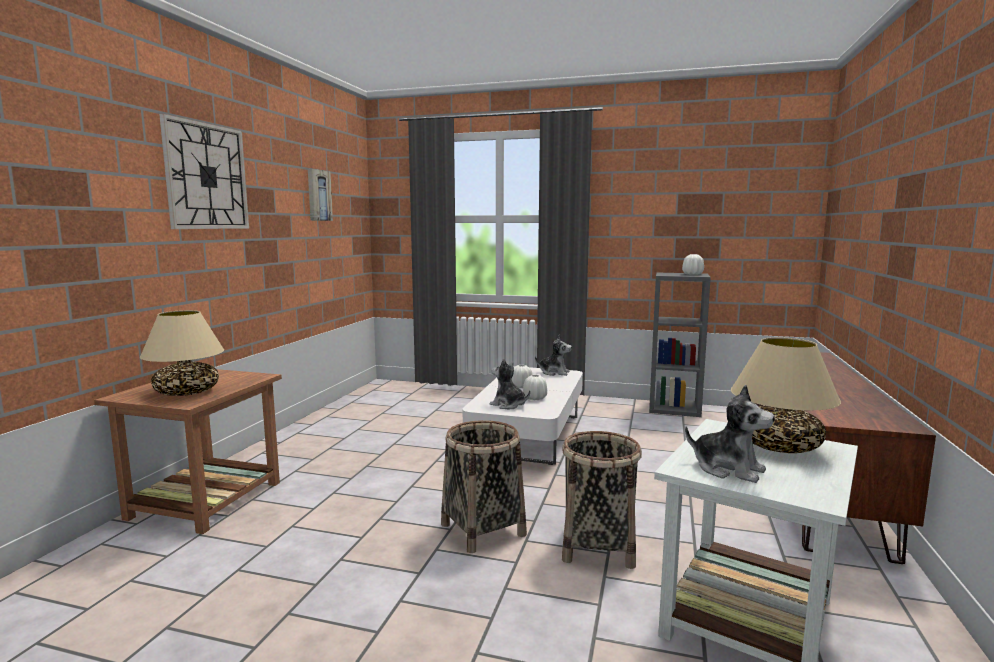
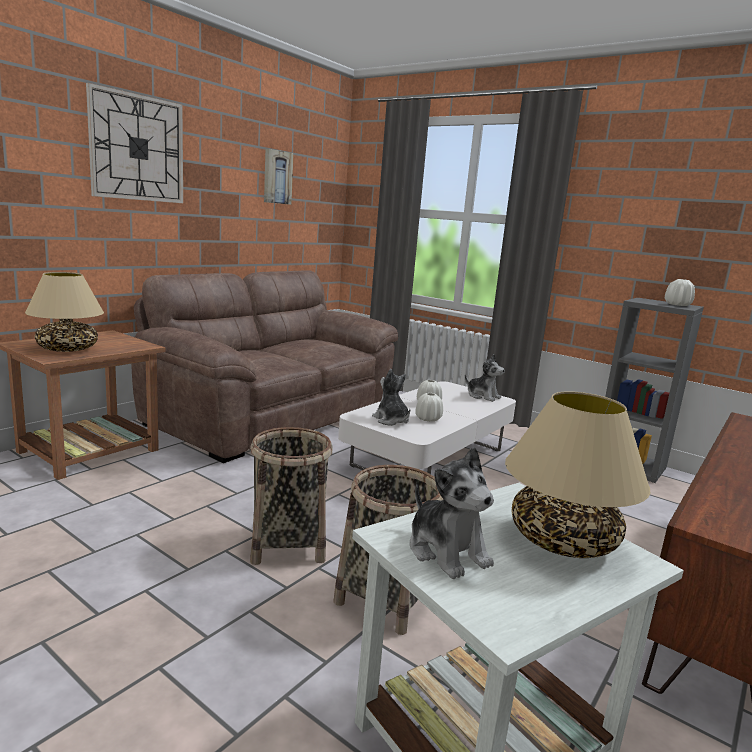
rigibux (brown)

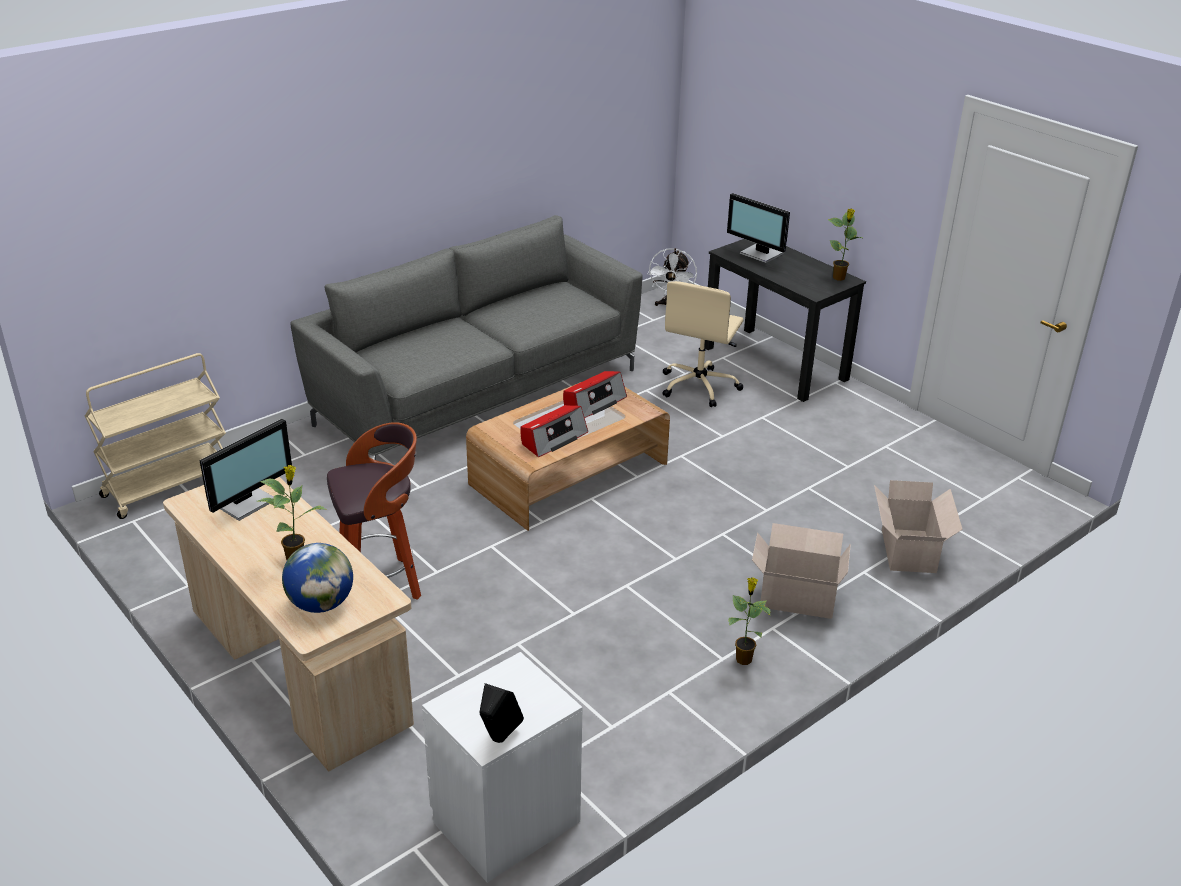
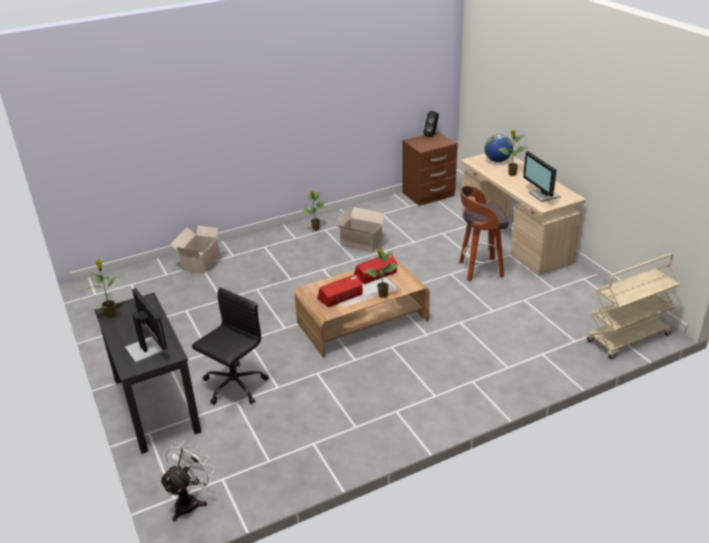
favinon (no. 2 from left)
rigibux (grey)
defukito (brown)
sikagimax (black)
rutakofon (no. 2 from left)
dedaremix (no. 3 from left)

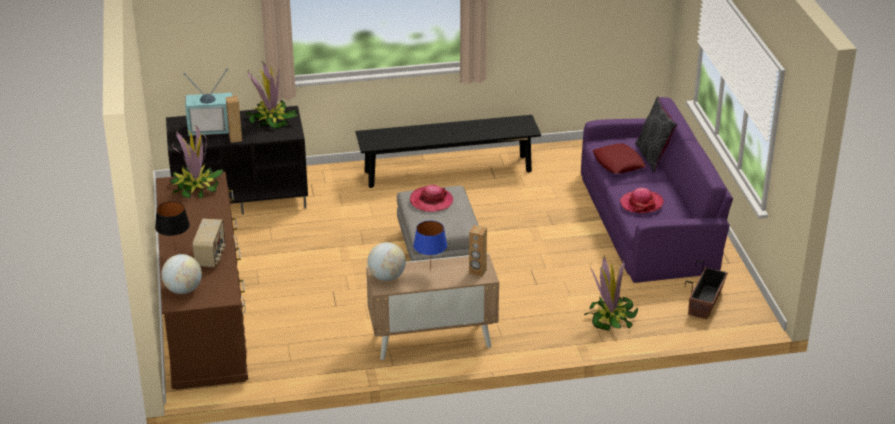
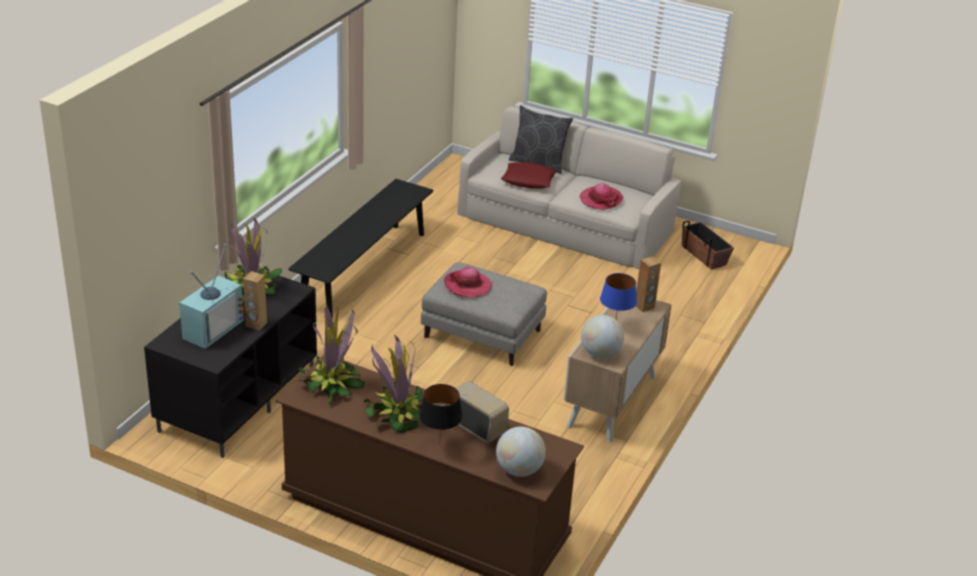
rigibux (beige)
dedaremix (no. 3 from left)

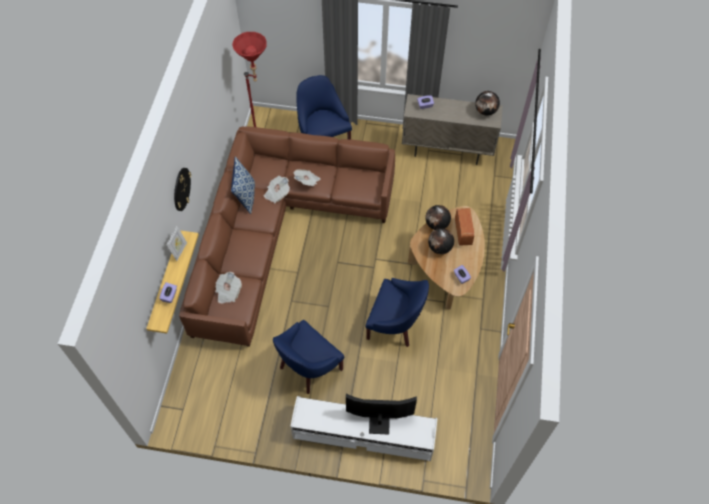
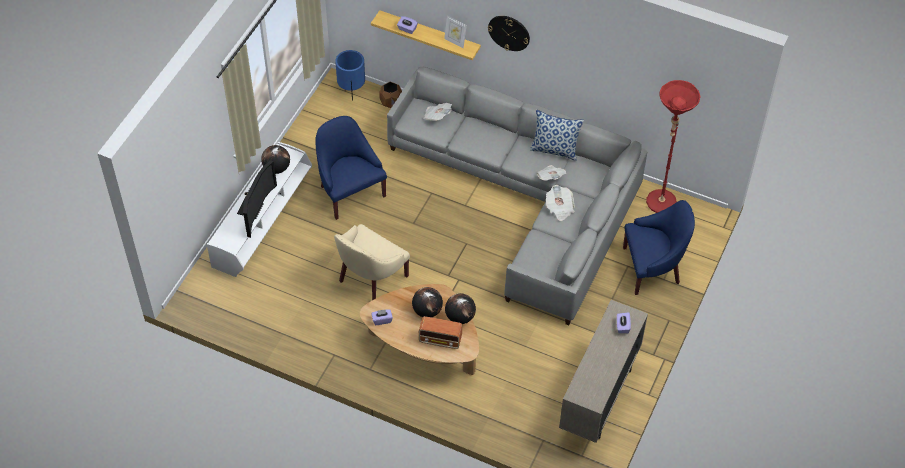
rigibux (grey)
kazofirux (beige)
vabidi (no. 1 from left)
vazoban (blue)
vazoban (brown)

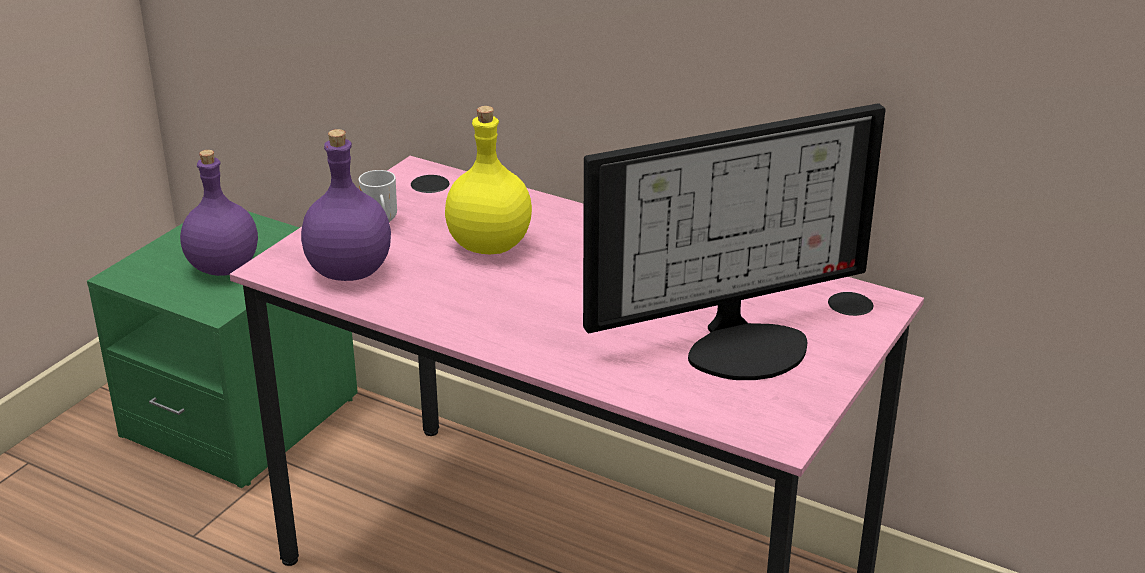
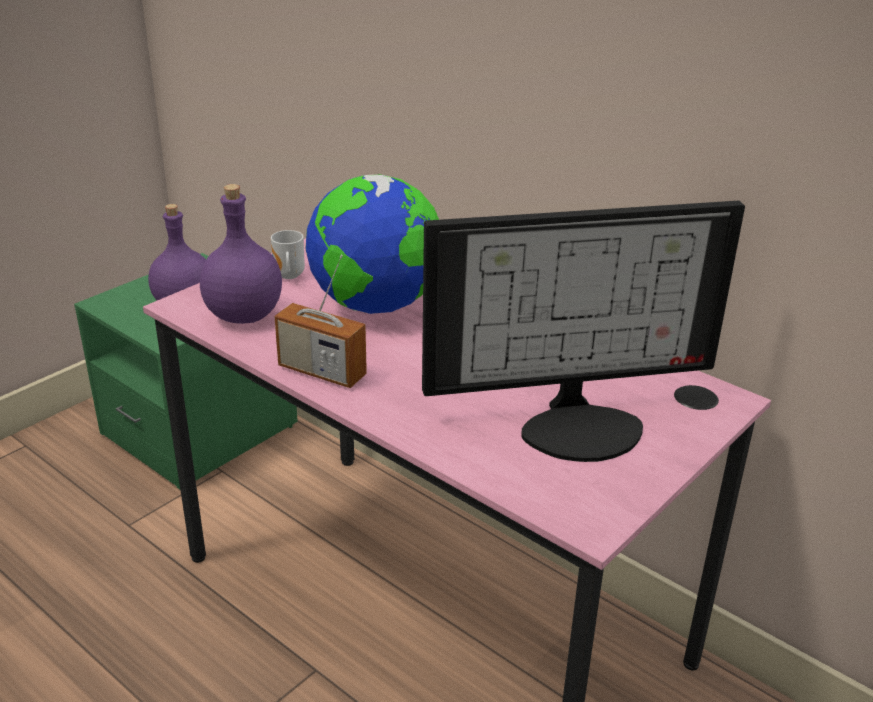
vabidi
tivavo

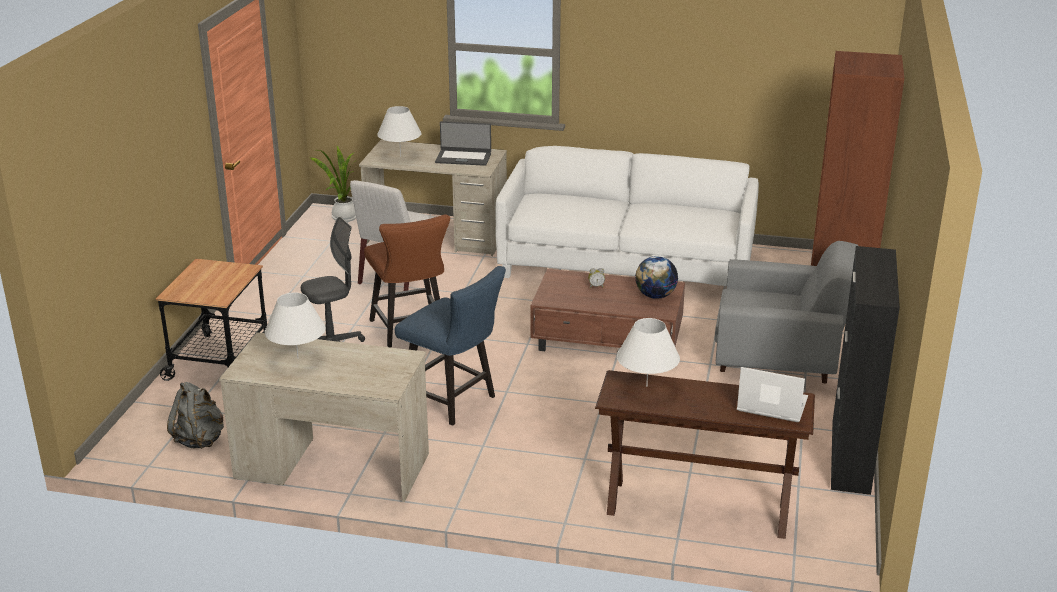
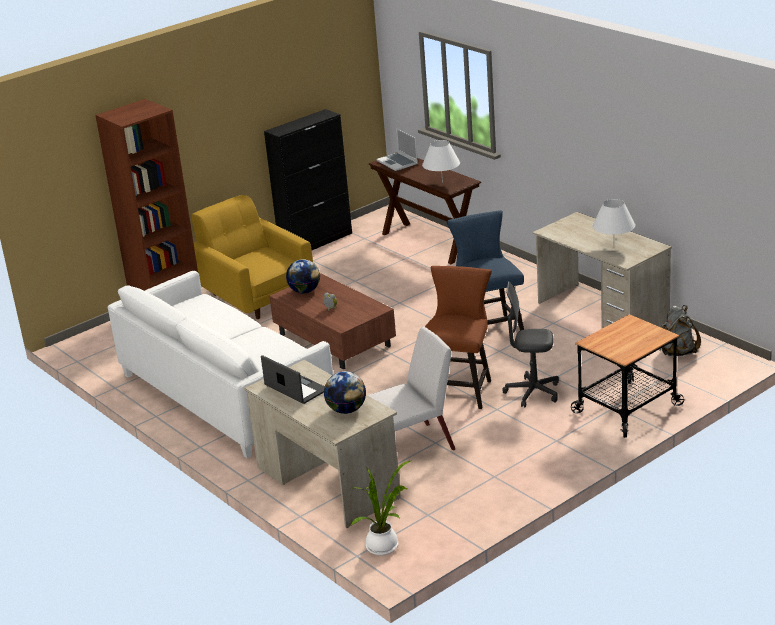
vabidi (no. 2 from left)
kazofirux (yellow)

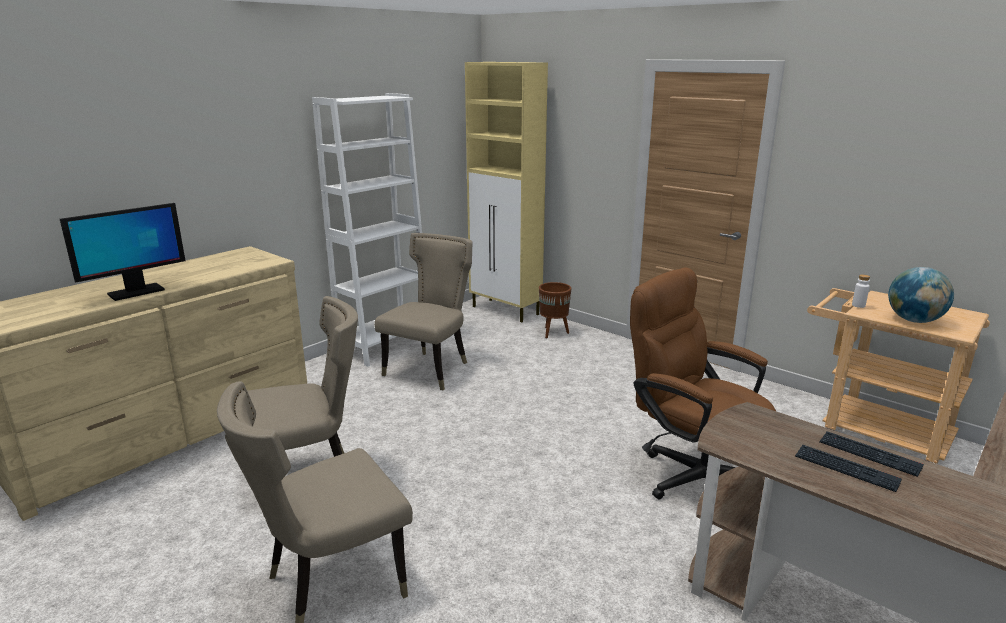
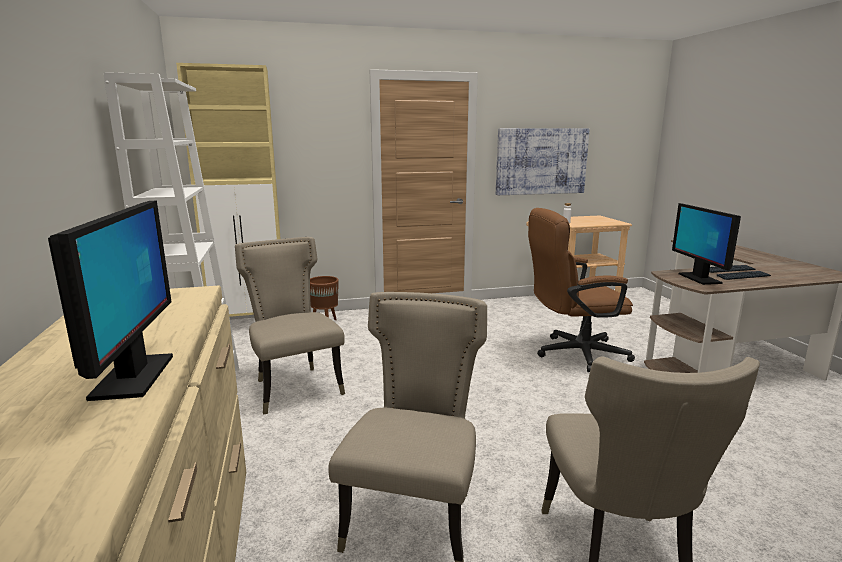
vabidi
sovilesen
favinon (no. 2 from left)

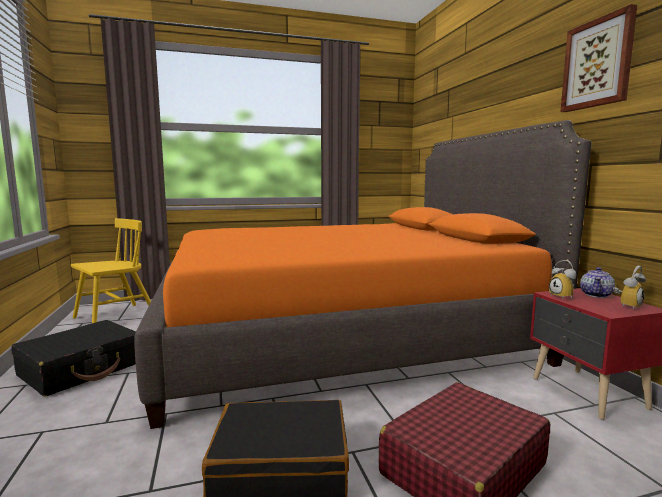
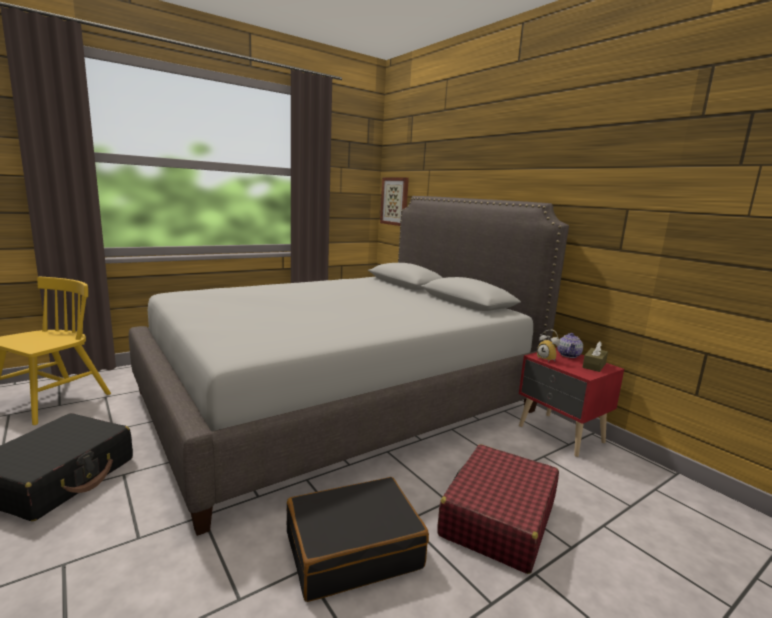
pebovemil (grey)
sovilesen
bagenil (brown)

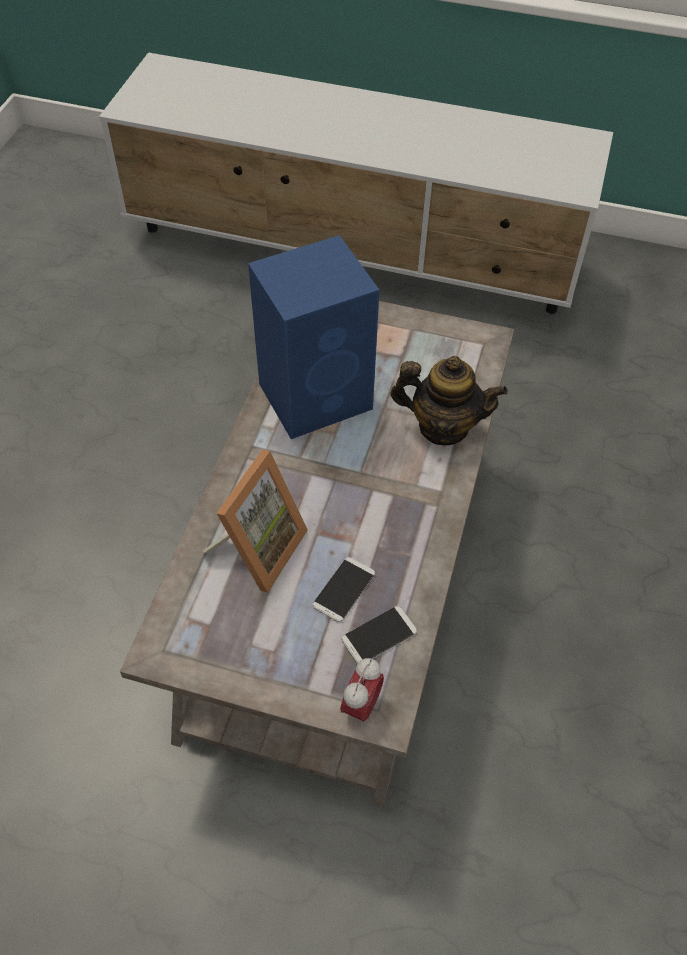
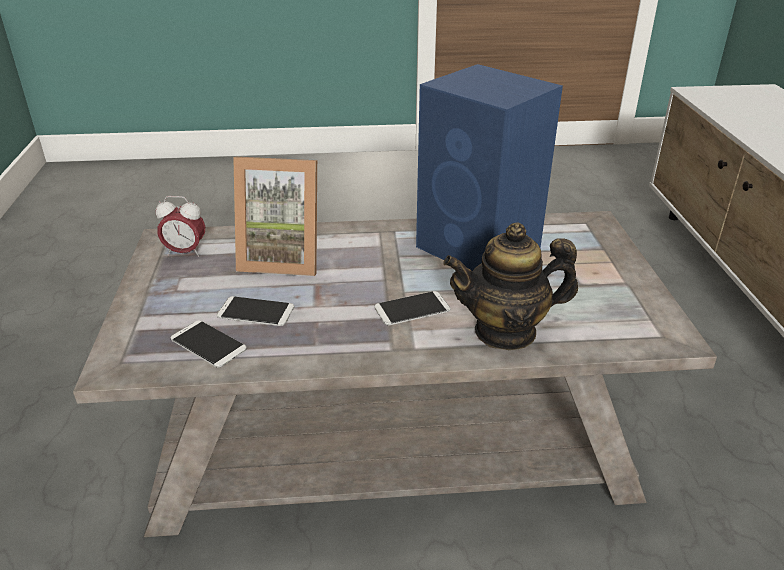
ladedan
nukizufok
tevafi (no. 3 from left)

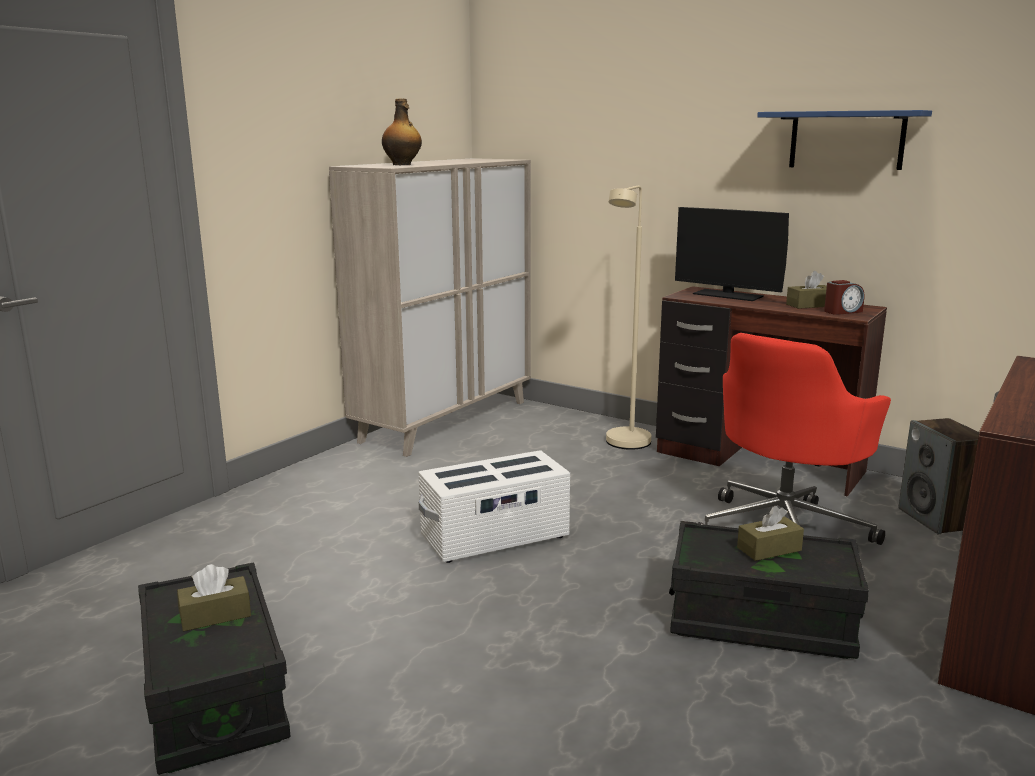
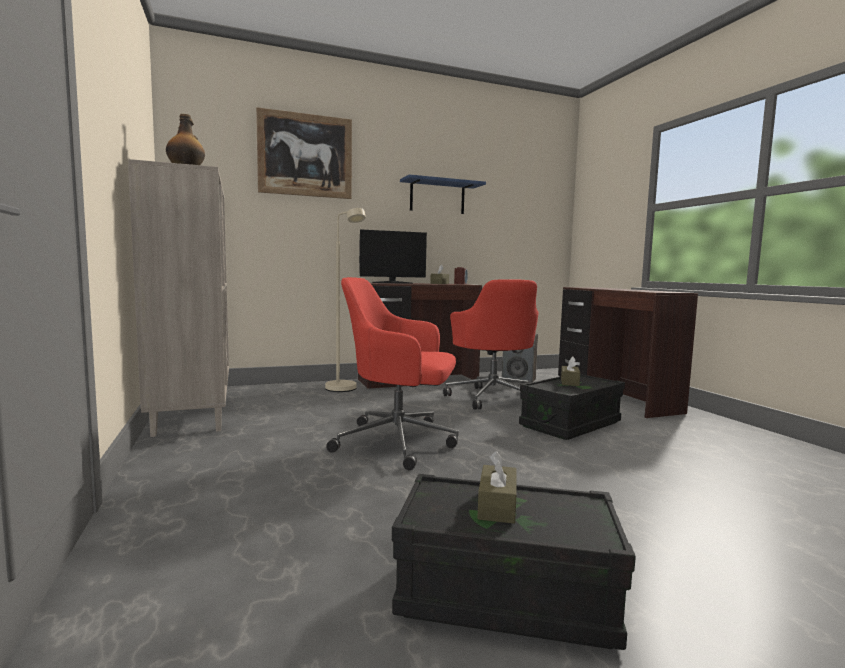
sikagimax (red) (no. 1 from left)
sovilesen

